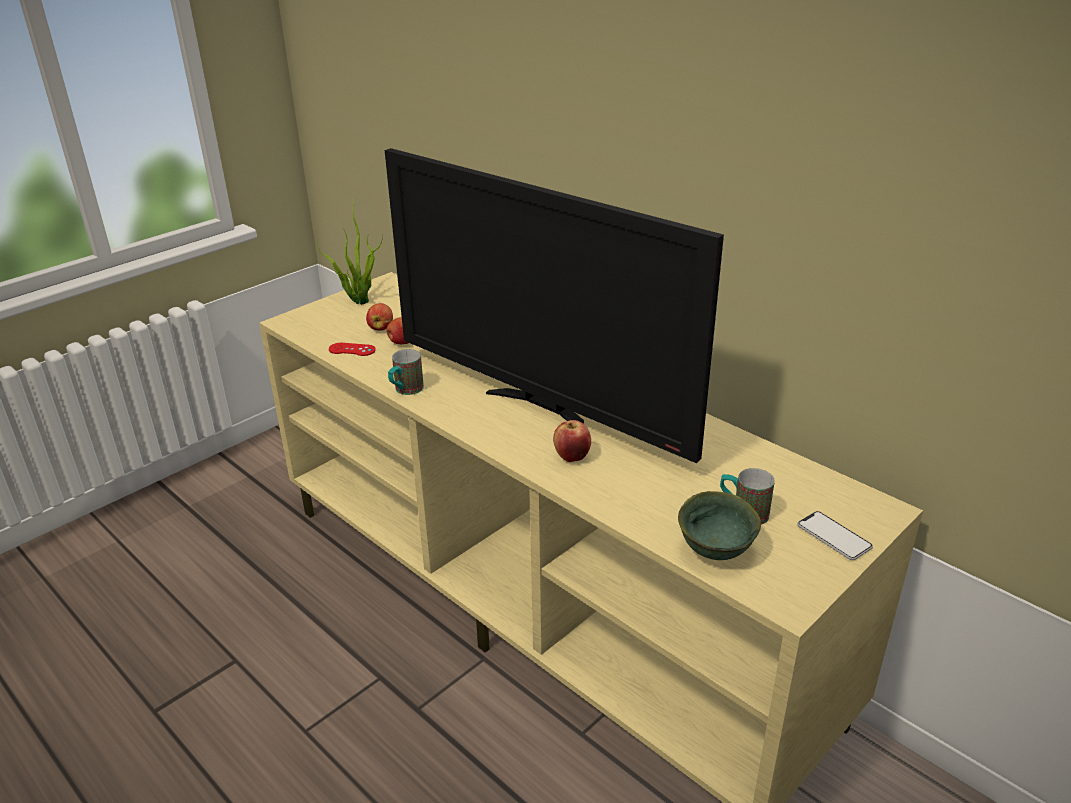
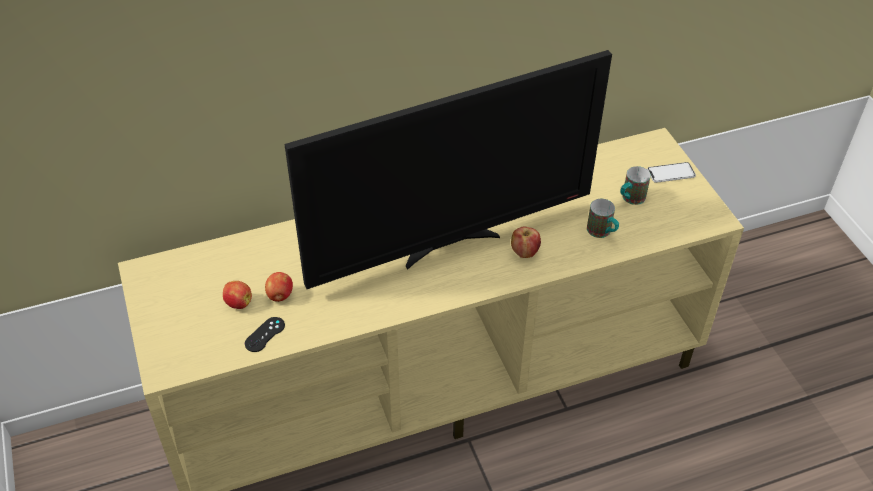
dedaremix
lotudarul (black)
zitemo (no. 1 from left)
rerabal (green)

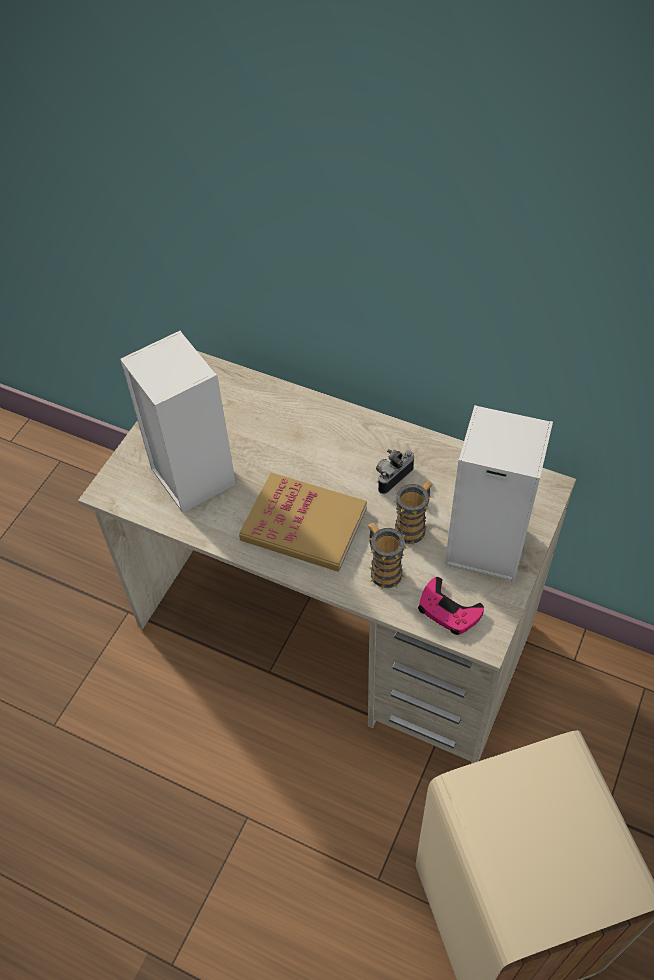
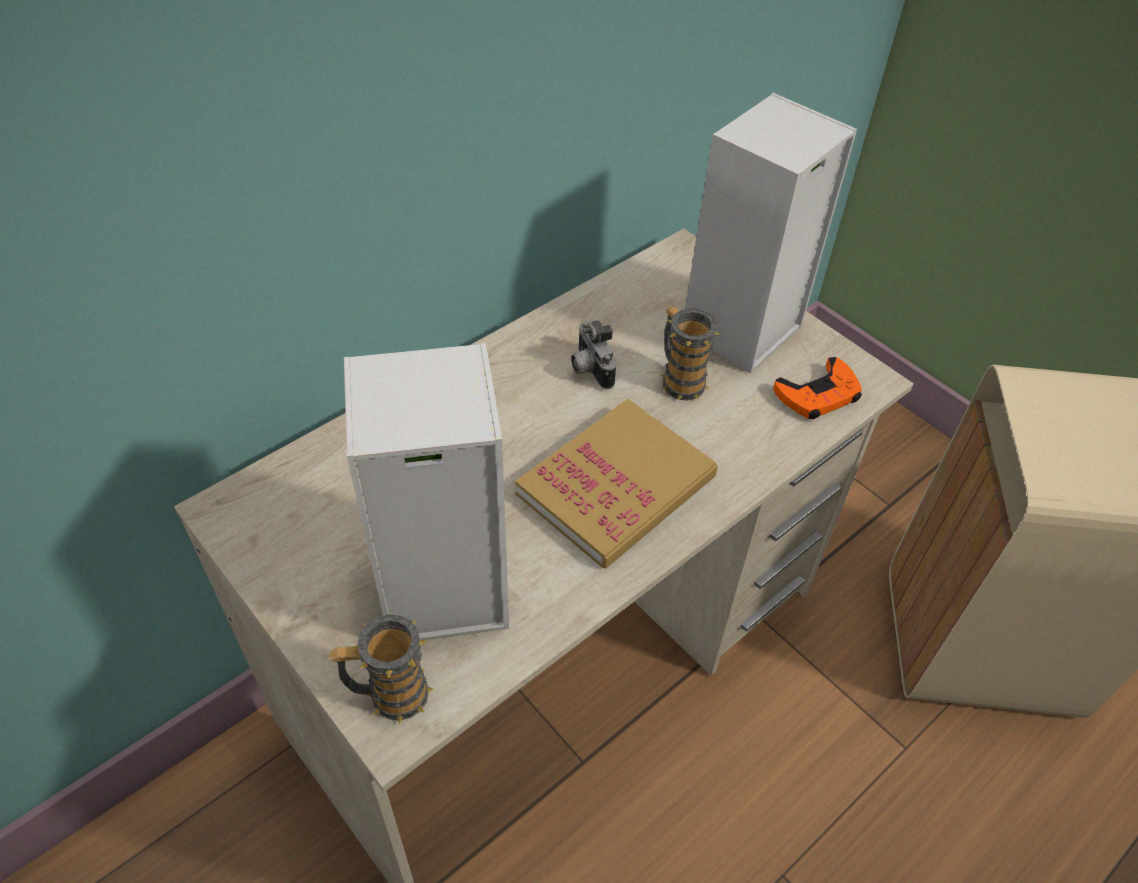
zitemo (no. 1 from left)
lotudarul (orange)

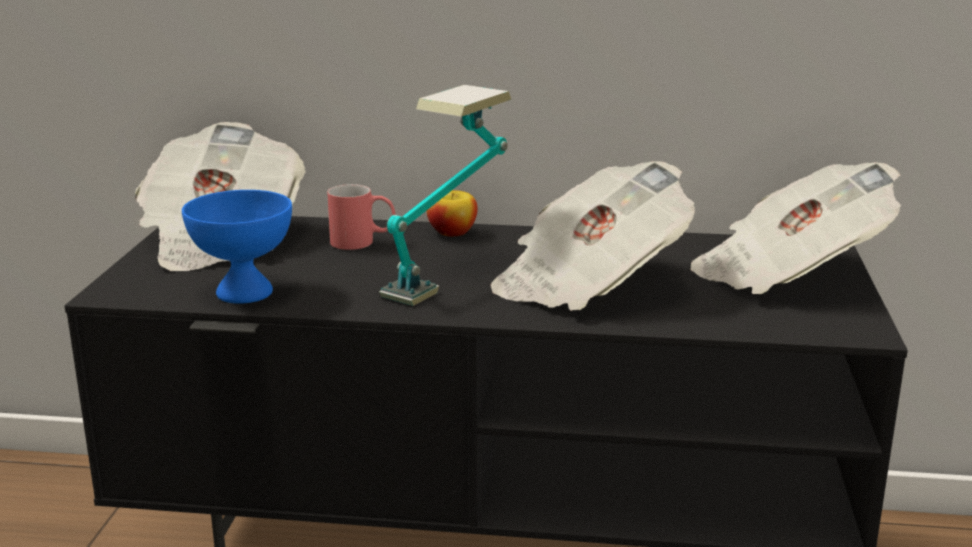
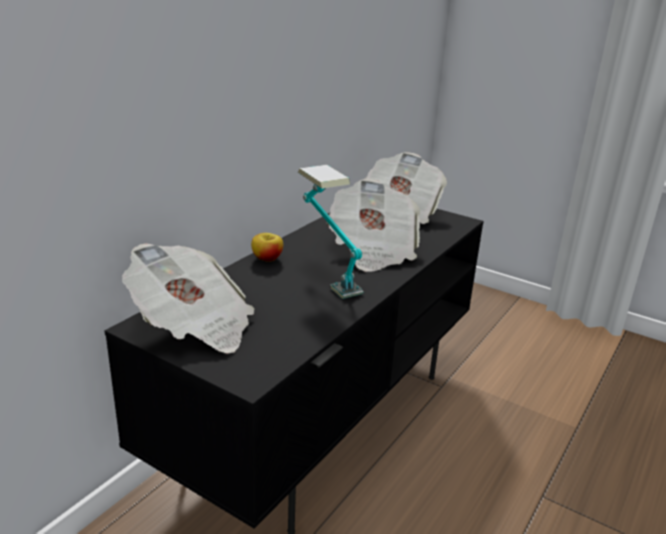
rerabal (blue)
zitemo (red)

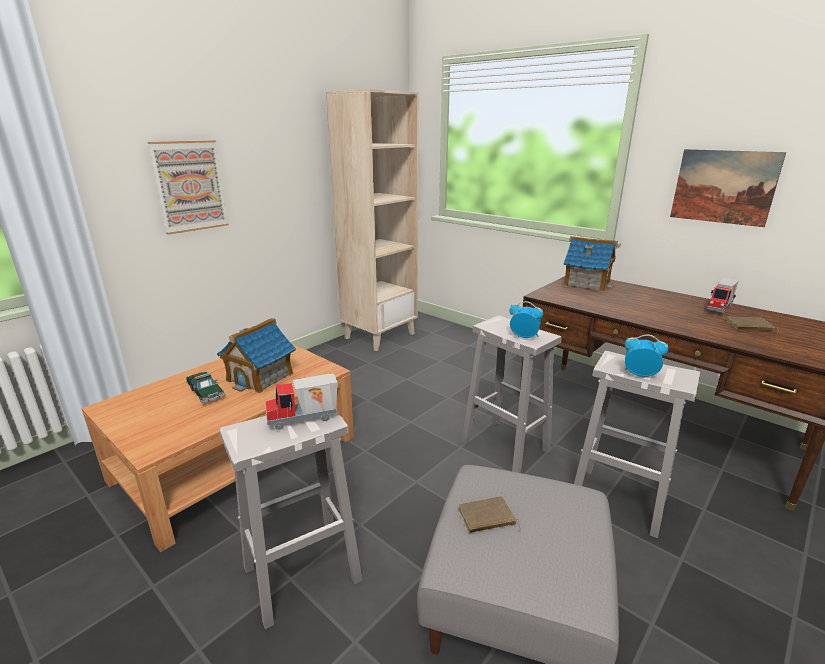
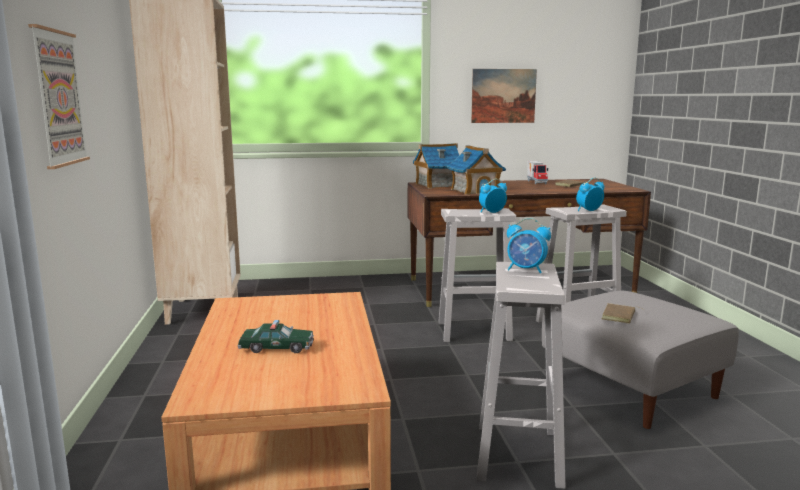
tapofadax (no. 2 from left)
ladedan (no. 2 from left)

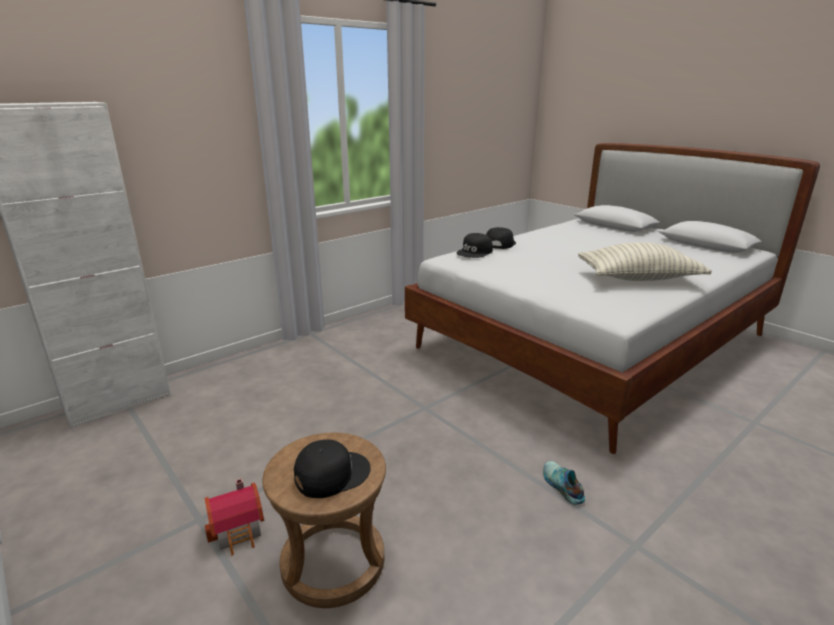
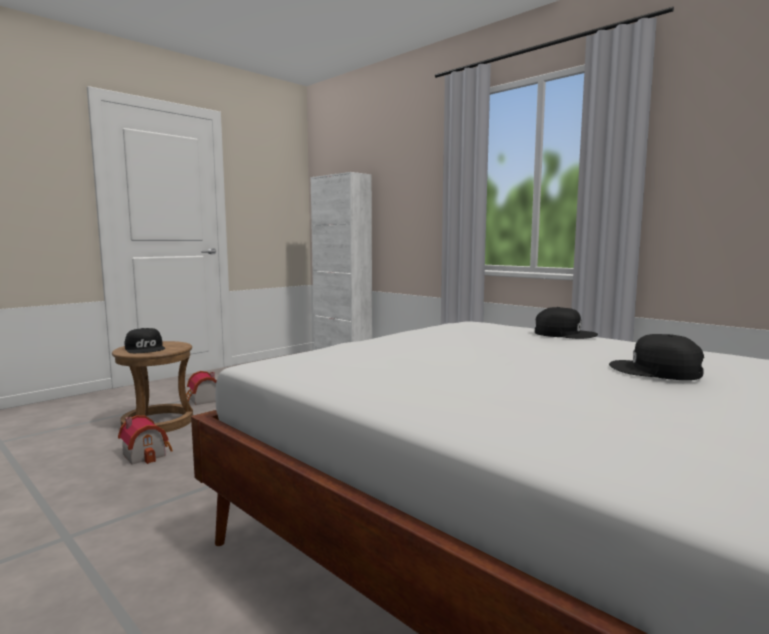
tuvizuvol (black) (no. 3 from left)
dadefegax
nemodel
tapofadax (no. 1 from left)

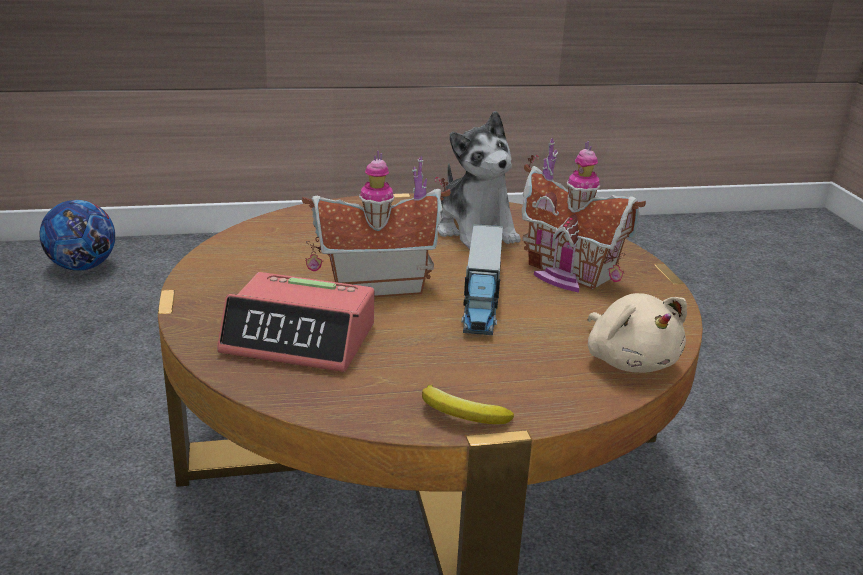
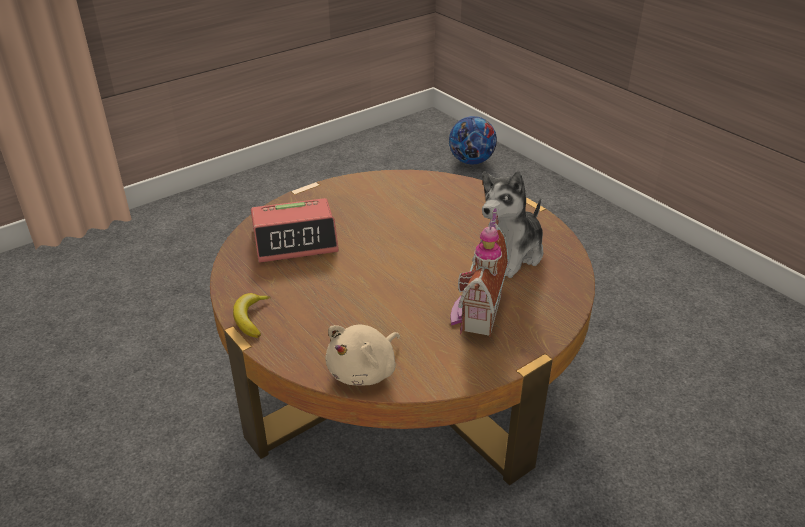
ladedan
tapofadax (no. 1 from left in the first image)
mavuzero

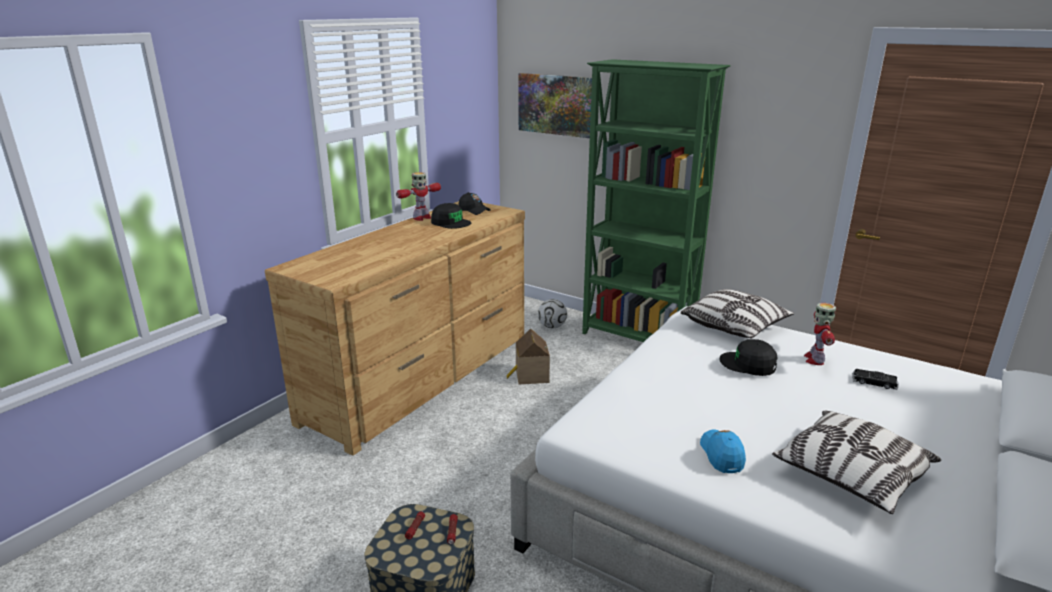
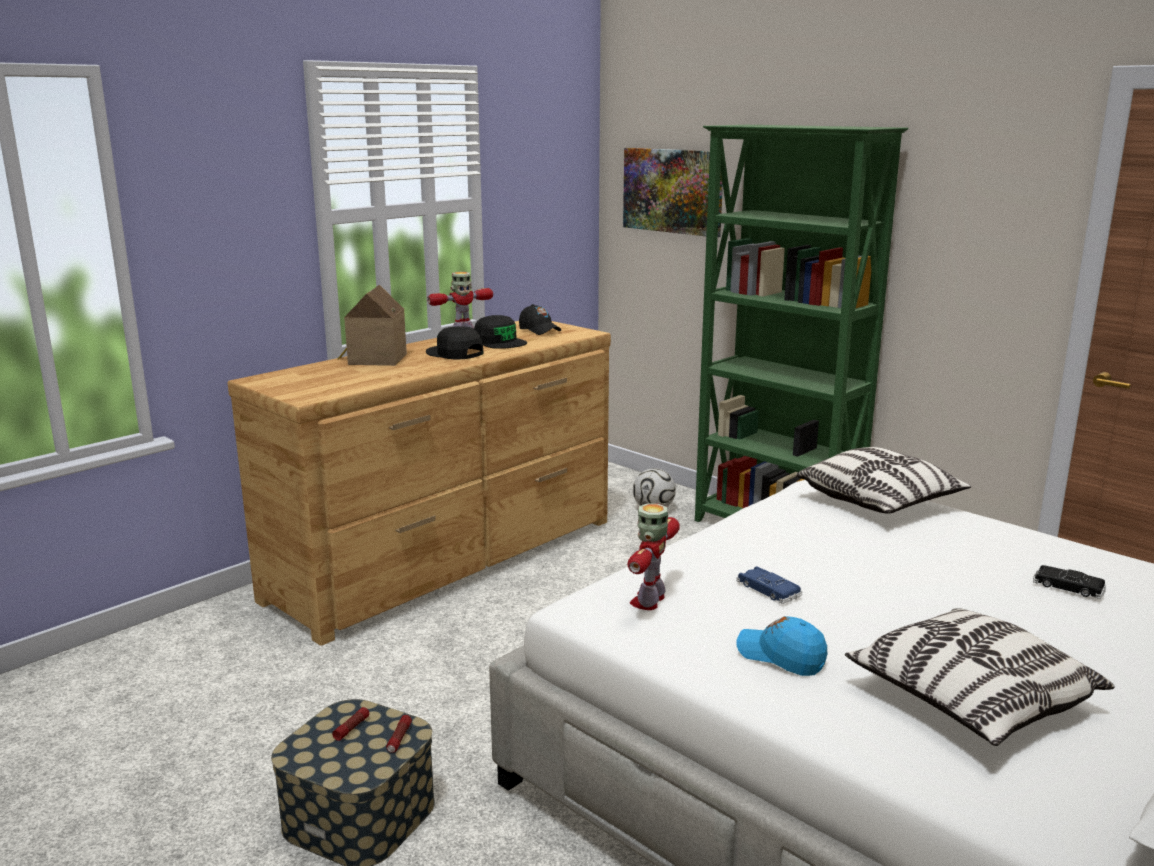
tapofadax
tuvizuvol (blue)
tuvizuvol (black) (no. 1 from left)
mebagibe (no. 2 from left)
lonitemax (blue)

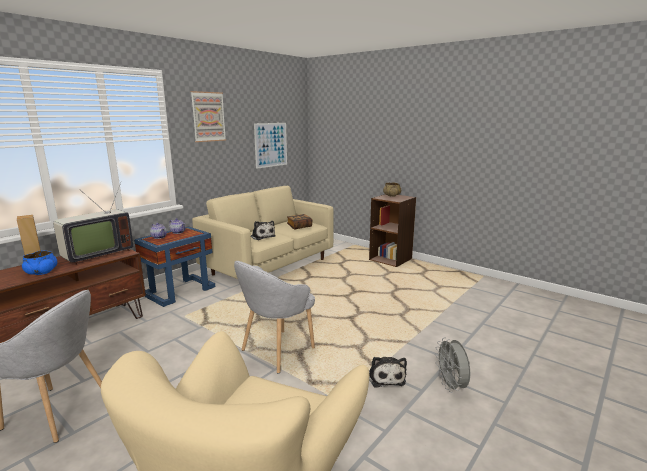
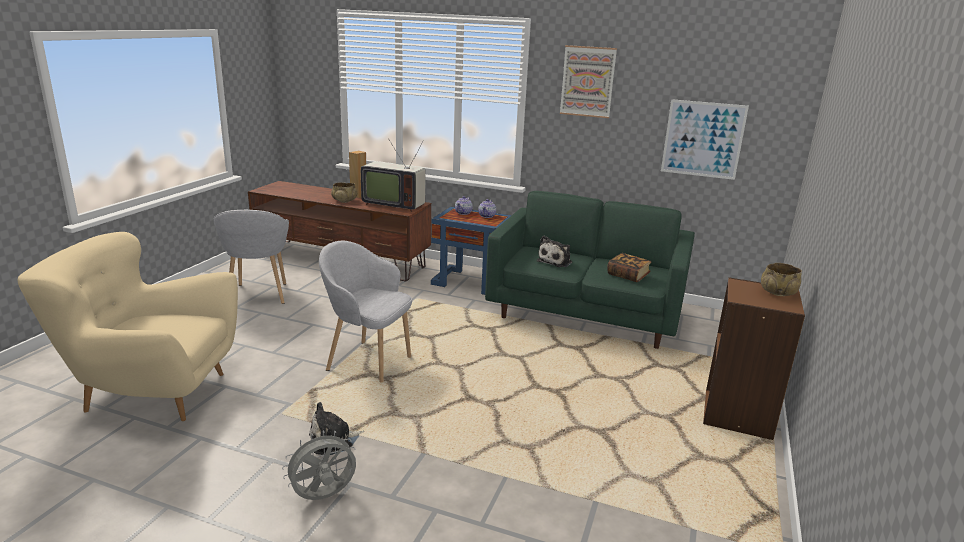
rerabal (beige) (no. 1 from left)
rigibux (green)

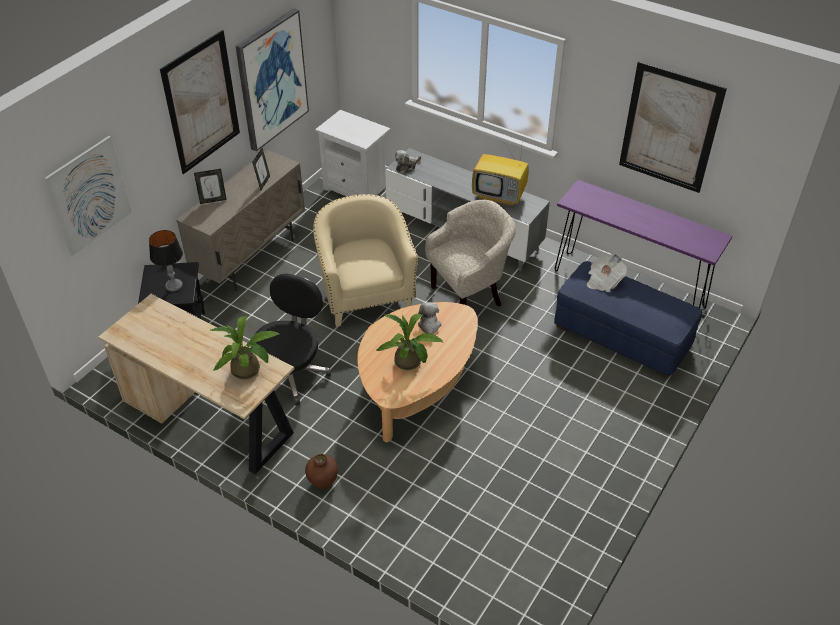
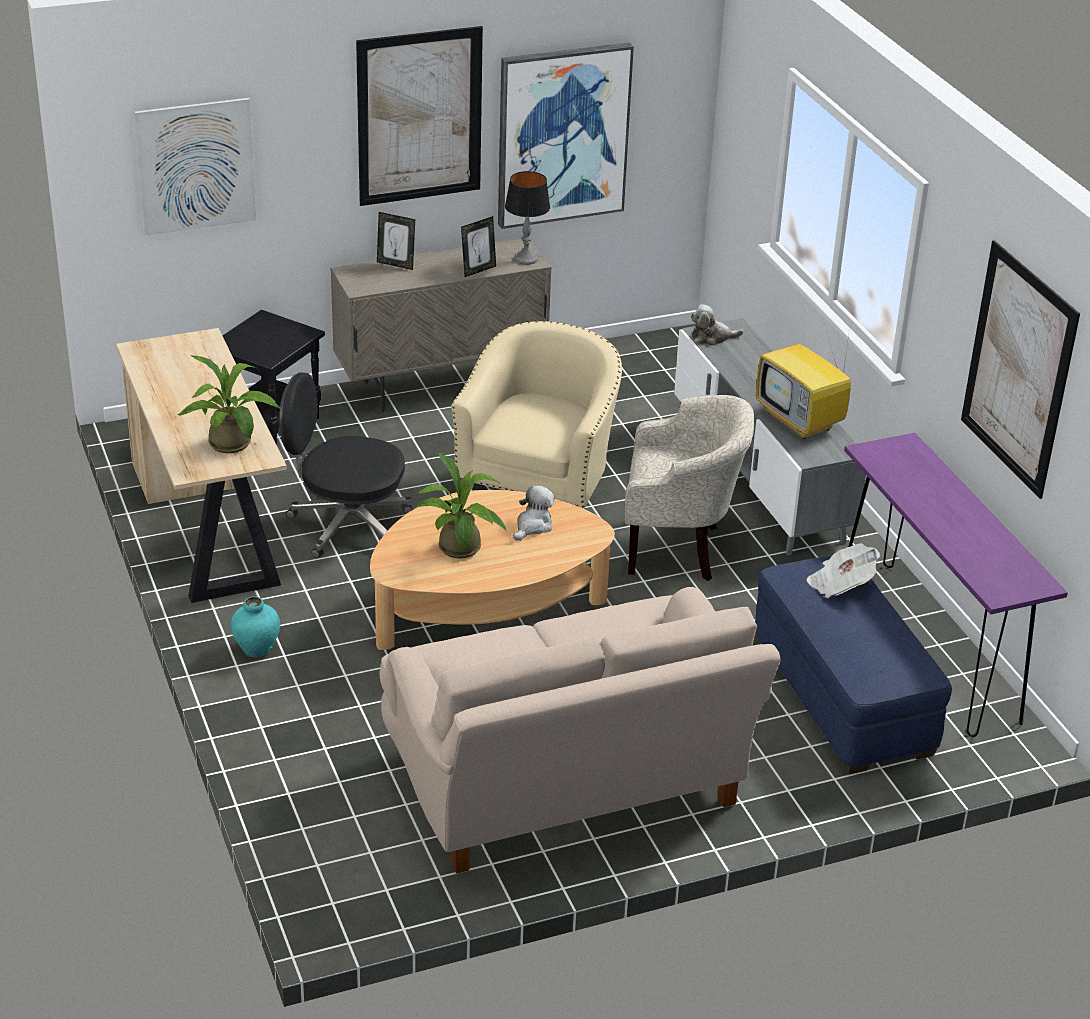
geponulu
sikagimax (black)
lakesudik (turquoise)
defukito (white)
rigibux (beige)

